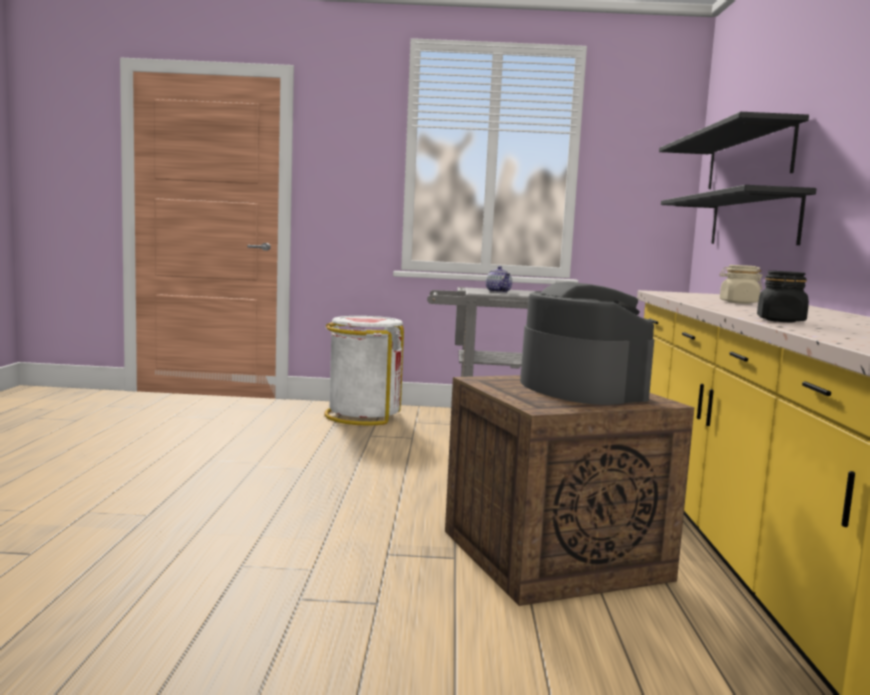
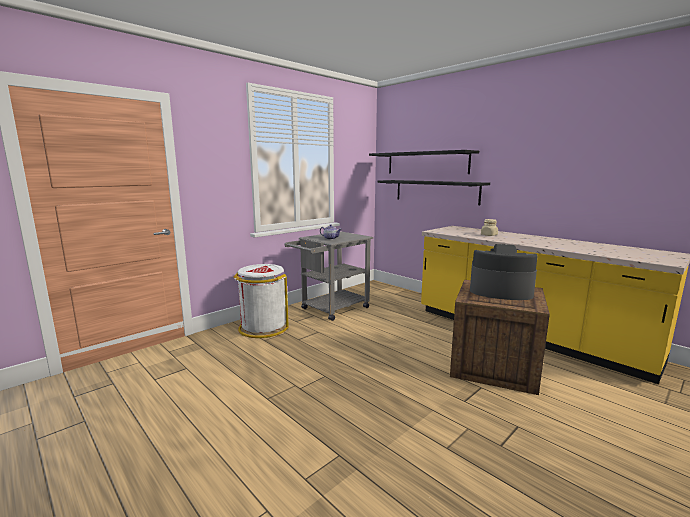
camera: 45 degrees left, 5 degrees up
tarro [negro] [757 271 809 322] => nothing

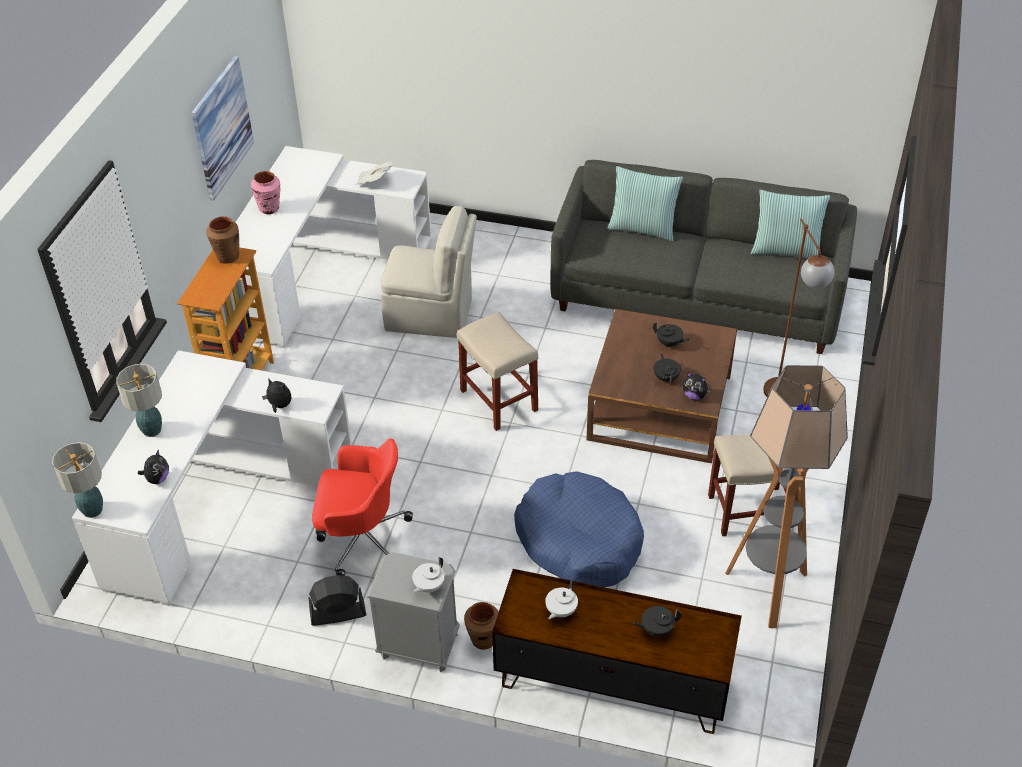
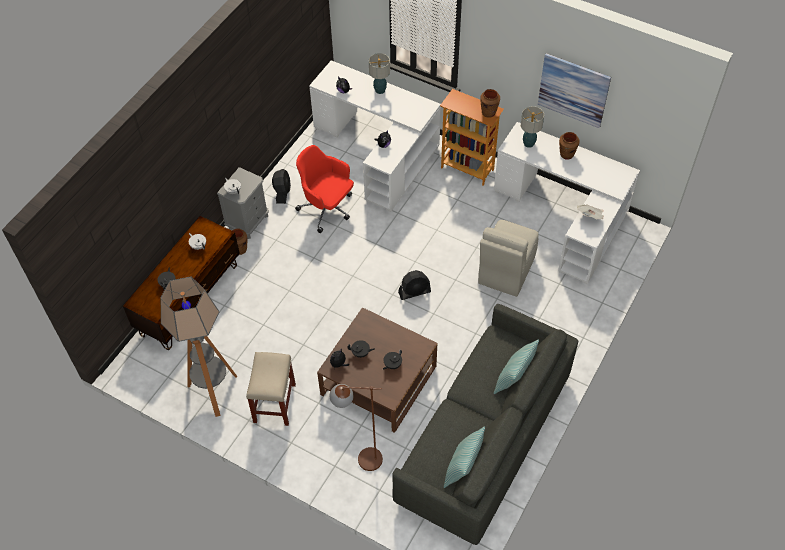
camera: 105 degrees right, 10 degrees up
silla de oficina [rojo] [312 439 413 576] => silla de oficina [rojo] [295 145 354 233], 105 degrees clockwise
taburete [beis] [457 312 538 431] => ventilador [negro] [398 270 431 300]
lámpara de mesa [52 442 103 518] => lámpara de mesa [521 106 544 148], moved
florero [rosa] [251 171 281 214] => florero [marrón] [559 132 579 160]
cama para perro [azul] [514 471 644 587] => nothing

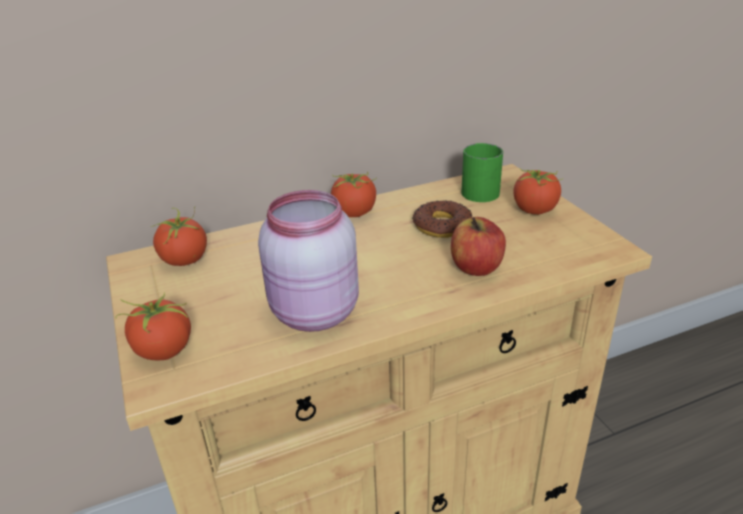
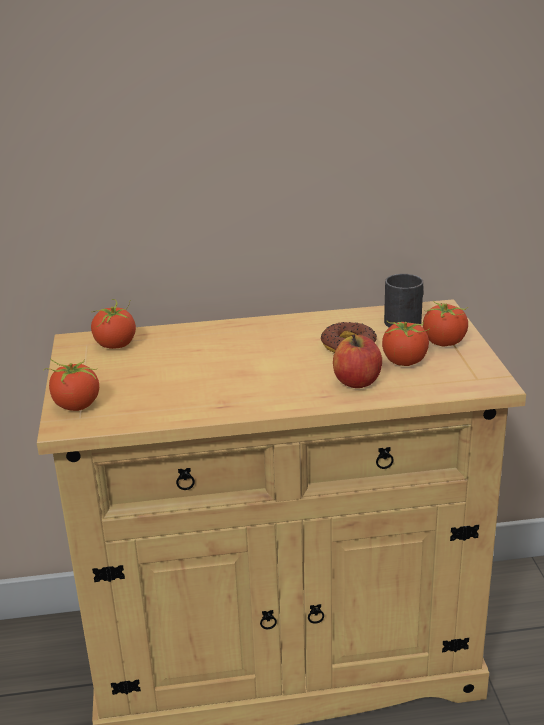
camera: 15 degrees right, 5 degrees down
tomate [331 172 376 217] => tomate [382 321 429 366], moved
taza grande [verde] [461 143 503 202] => taza grande [negro] [384 274 424 327]
tarro [rosa] [258 190 359 332] => nothing

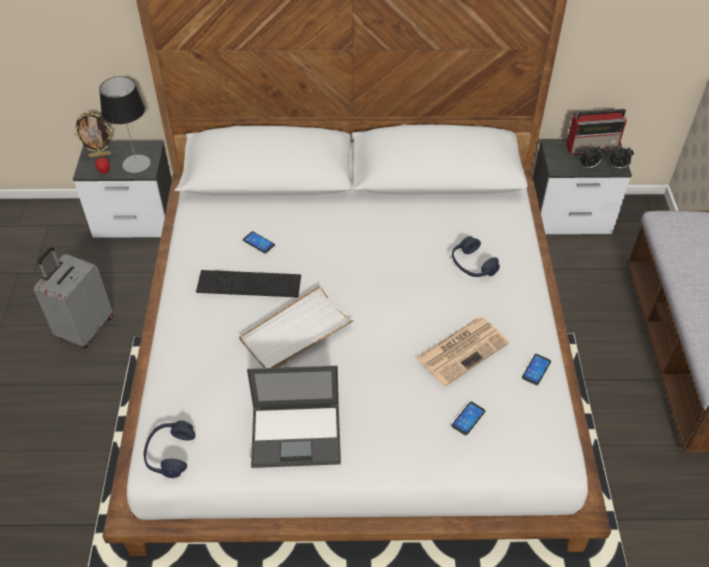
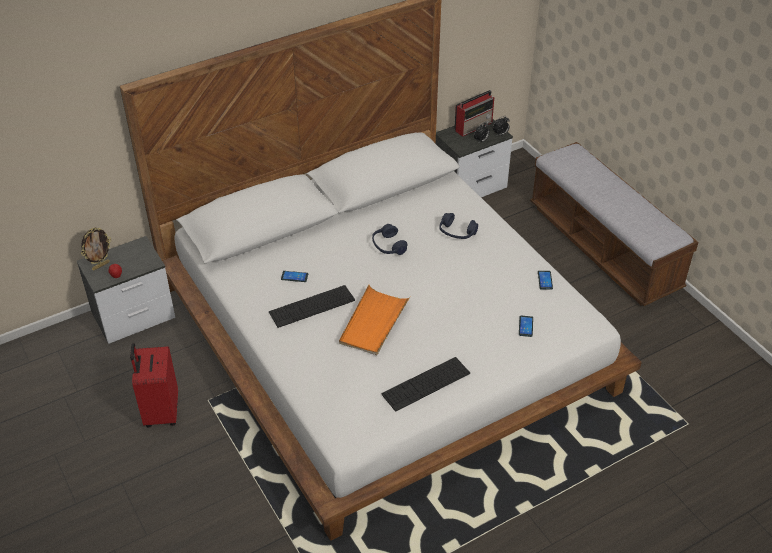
camera: 30 degrees left, 5 degrees down
maleta [gris] [34 247 113 348] => maleta [rojo] [130 343 178 427]
bandeja [blanco] [239 285 355 368] => bandeja [naranja] [339 285 410 355]
auriculares [azul] [144 420 196 478] => auriculares [azul] [372 224 407 255], moved
portátil [247 366 341 468] => teclado [381 357 470 412]
lámpara de mesa [99 77 150 173] => nothing
periódico [416 317 509 386] => nothing

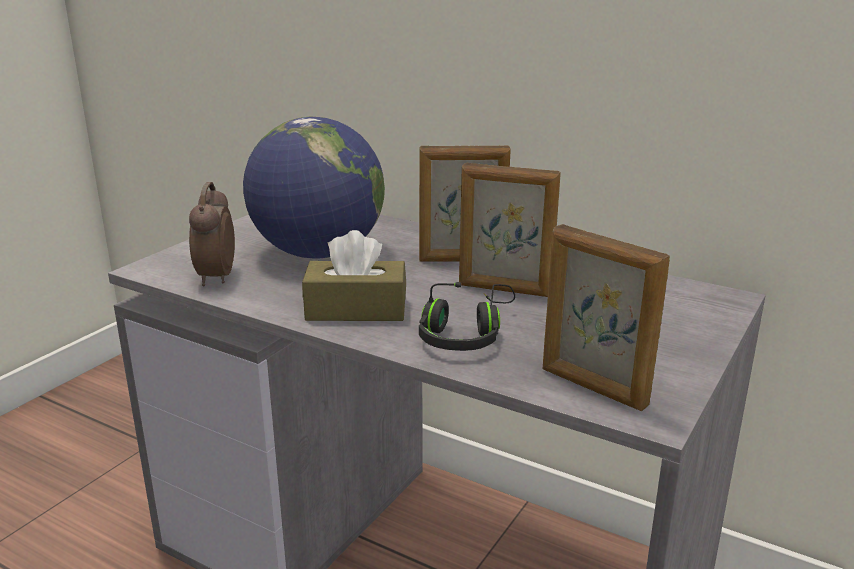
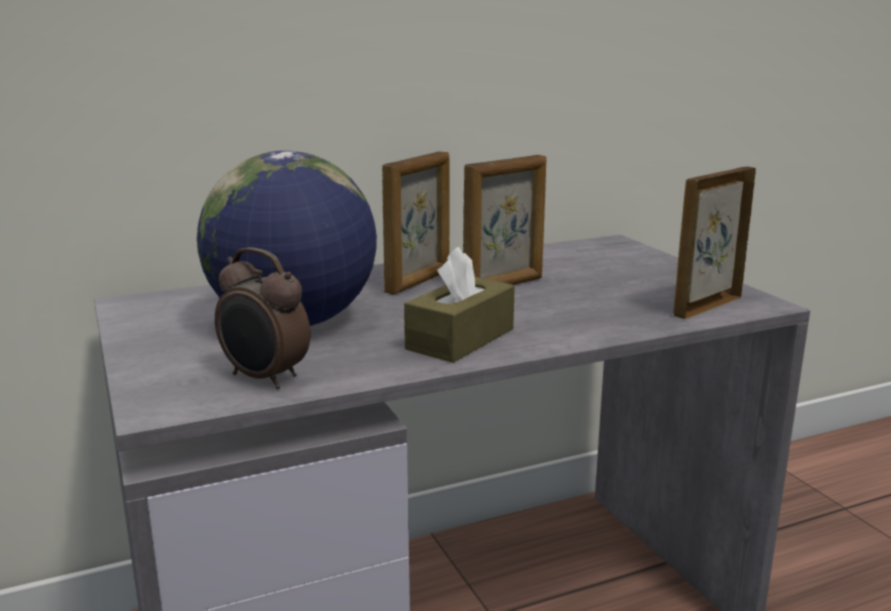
camera: 55 degrees left, 5 degrees down
portarretratos [543 224 670 411] => portarretratos [673 166 756 319], 150 degrees clockwise
auriculares [negro] [419 282 515 351] => nothing

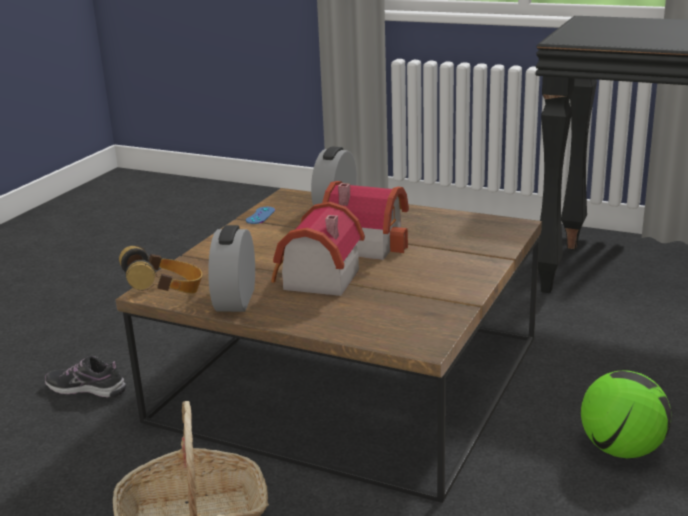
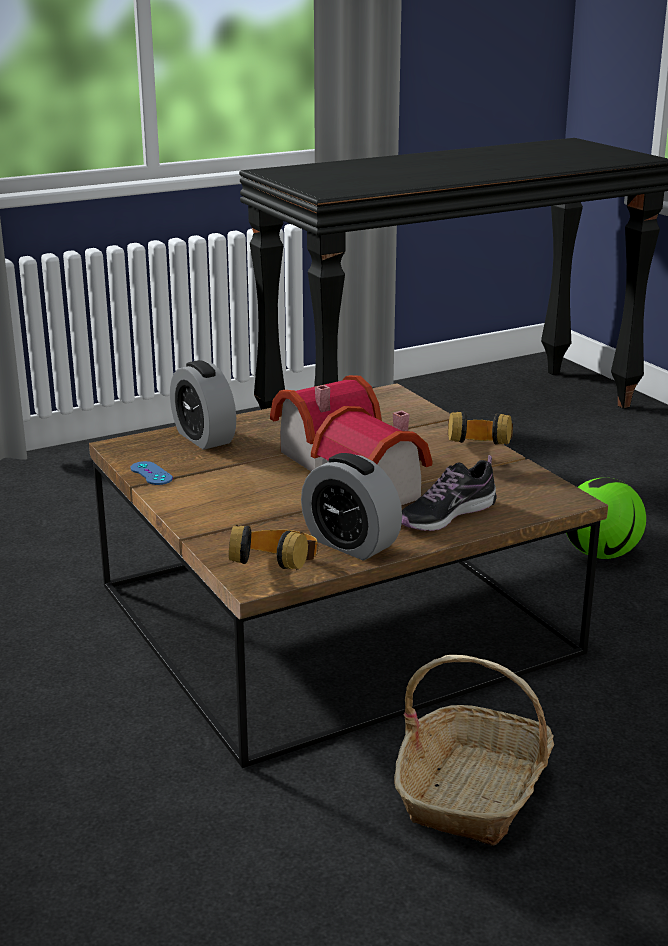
camera: 55 degrees left, 0 degrees up
zapato [45 356 126 398] => zapato [402 455 497 531], moved
nothing => auriculares [448 411 513 445]

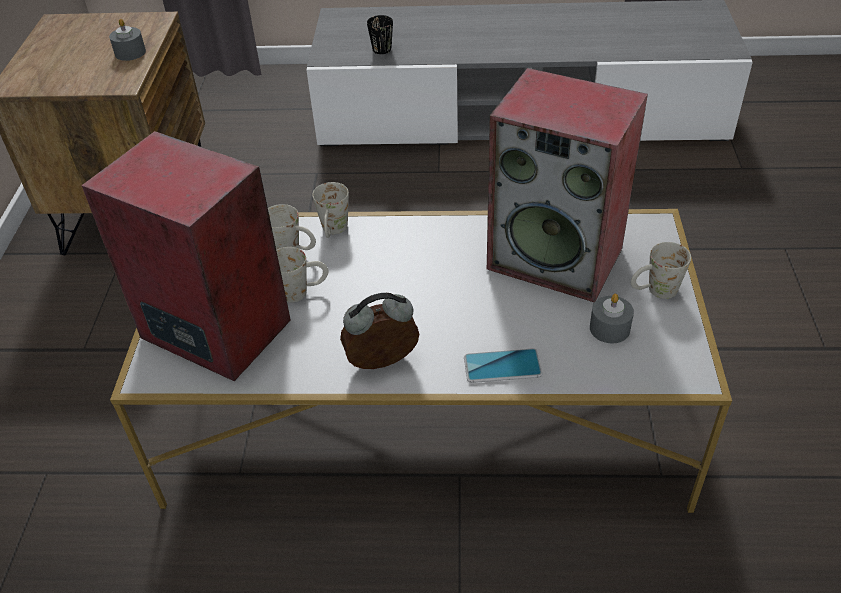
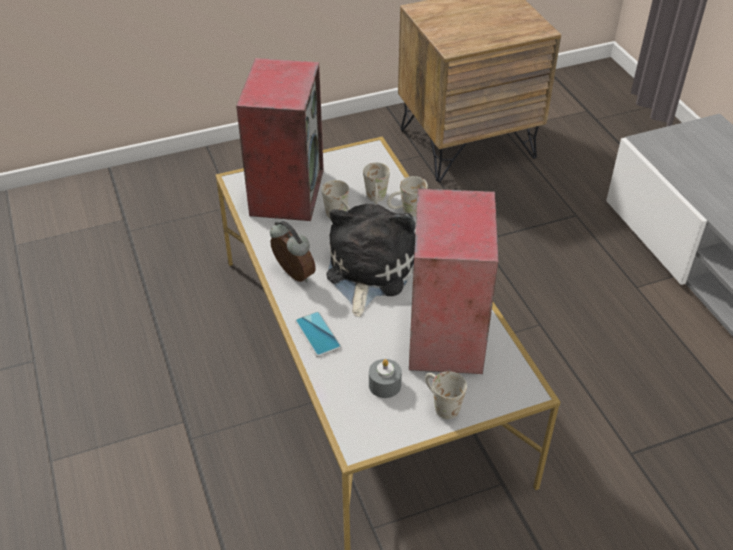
camera: 65 degrees right, 0 degrees up
nothing => peluche [326 204 415 317]
vela [gris] [109 19 146 61] => nothing
taza grande [negro] [367 15 393 54] => nothing

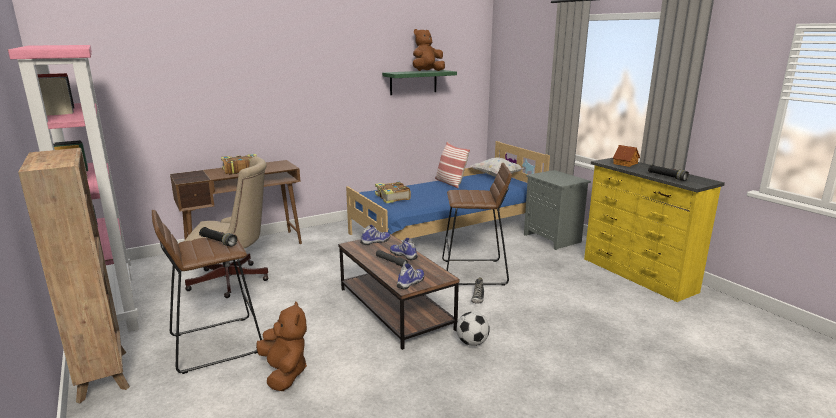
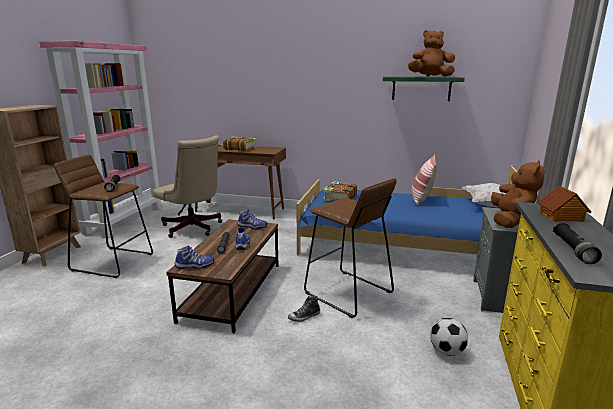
camera: 45 degrees right, 0 degrees up
balón de fútbol [456 312 490 346] => balón de fútbol [430 318 468 356], moved
peluche [marrón] [256 301 307 391] => peluche [marrón] [491 160 544 228], moved

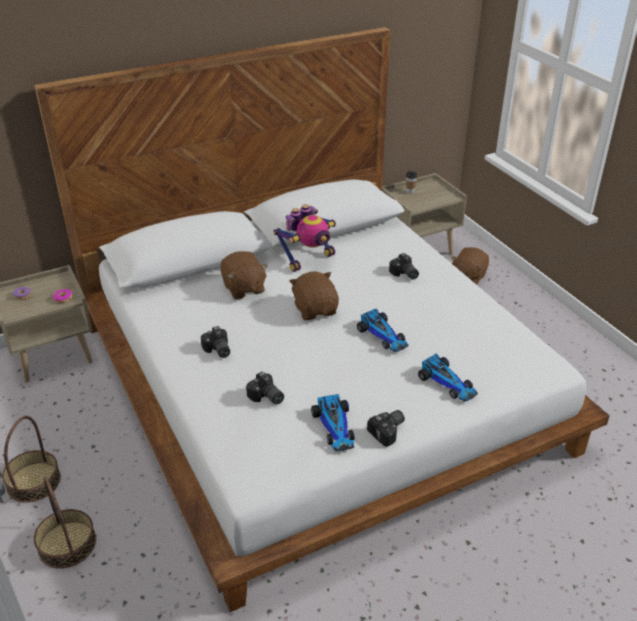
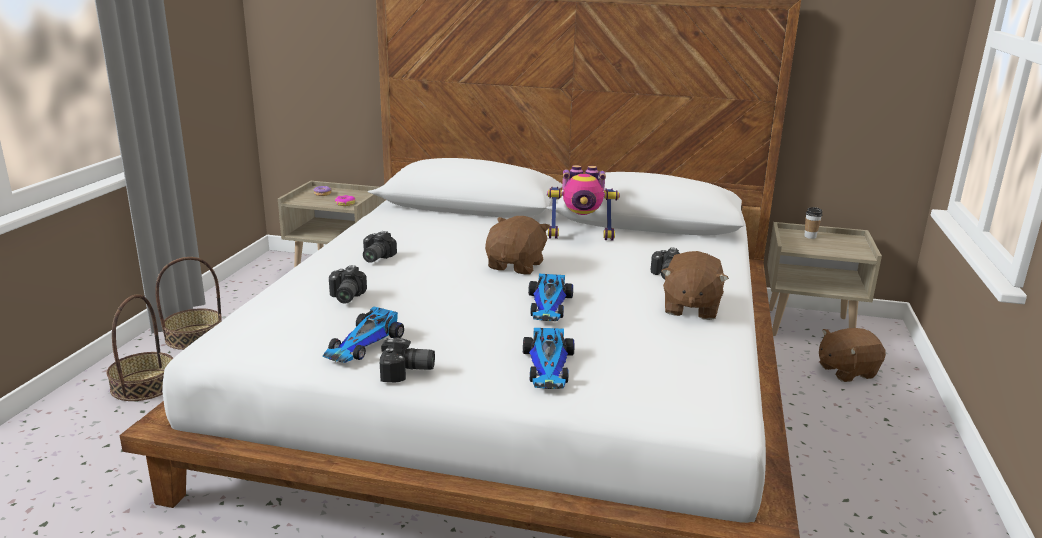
camera: 40 degrees right, 15 degrees down
peluche [marrón] [220 251 268 300] => peluche [marrón] [662 251 729 320], moved

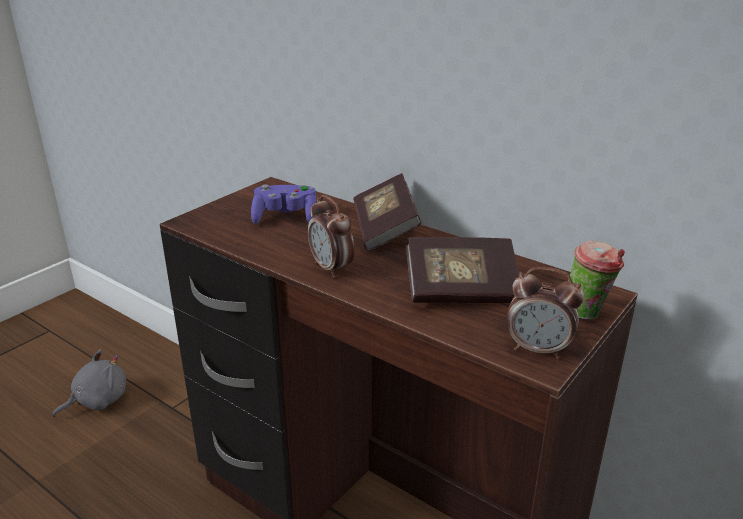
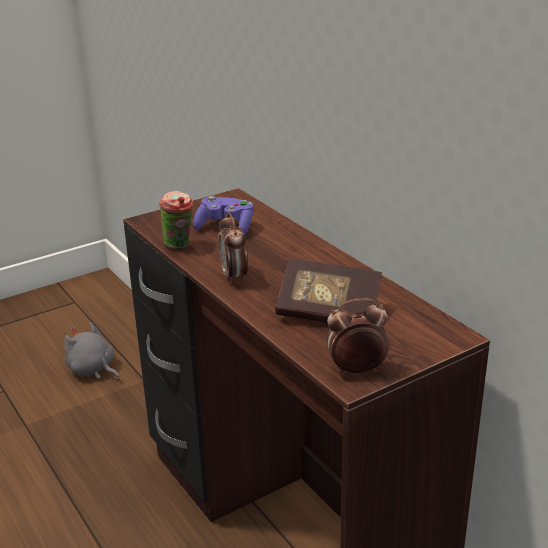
camera: 20 degrees right, 0 degrees up
peluche [gris] [53 349 126 417] => peluche [gris] [65 322 120 380], 120 degrees counterclockwise
taza [568 240 625 320] => taza [159 191 194 248], moved
despertador [507 267 584 359] => despertador [327 298 389 375], 135 degrees clockwise
libro [353 173 422 251] => nothing

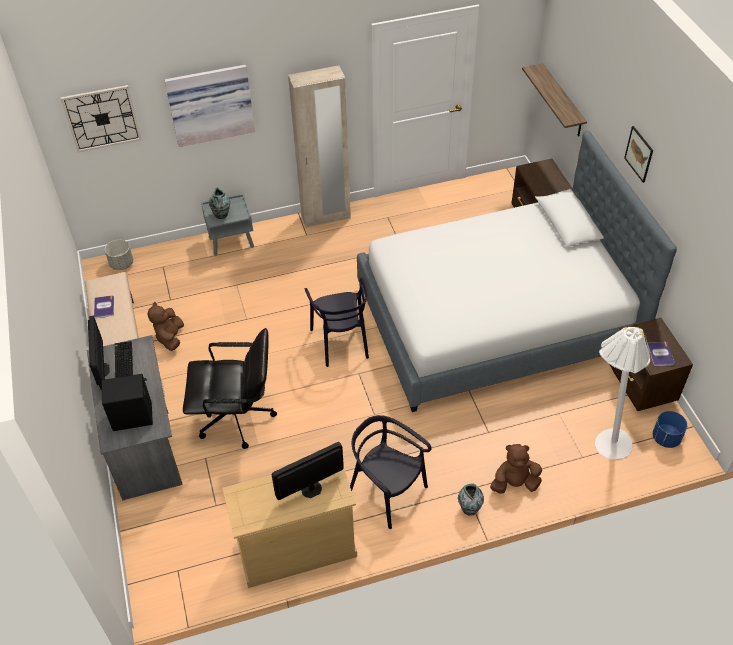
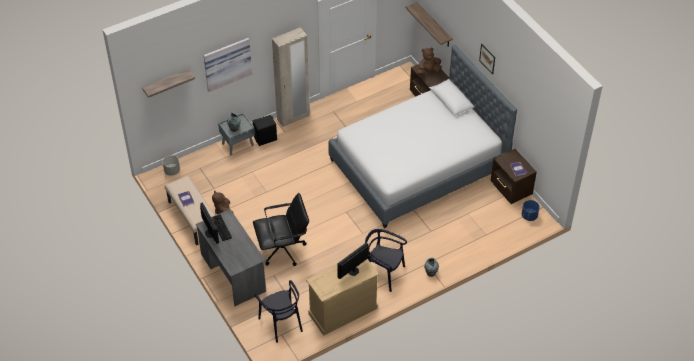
camera: 15 degrees left, 0 degrees up
reloj de pared [61 85 141 152] => estante [142 69 195 98]
altavoz [negro] [102 374 153 431] => altavoz [negro] [253 115 277 146], moved
silla [negro] [305 277 369 367] => silla [negro] [255 280 303 343], moved
peluche [marrón] [490 444 542 494] => peluche [marrón] [417 48 442 76], moved
lámpara de pie [blanco] [595 327 650 460] => nothing

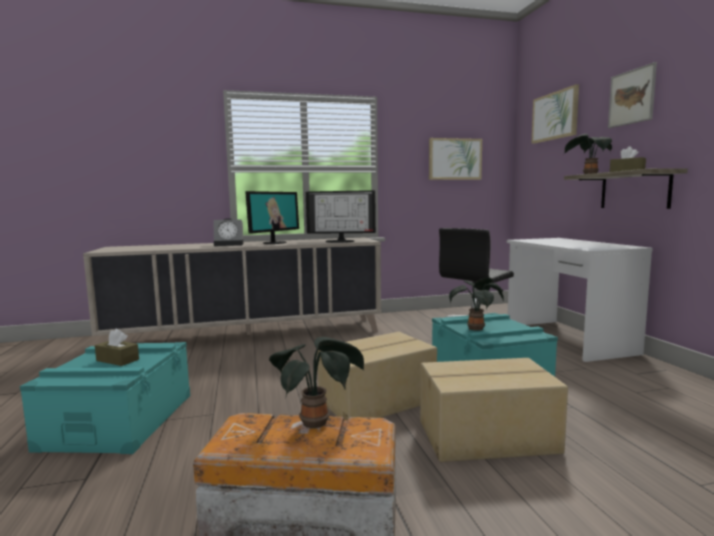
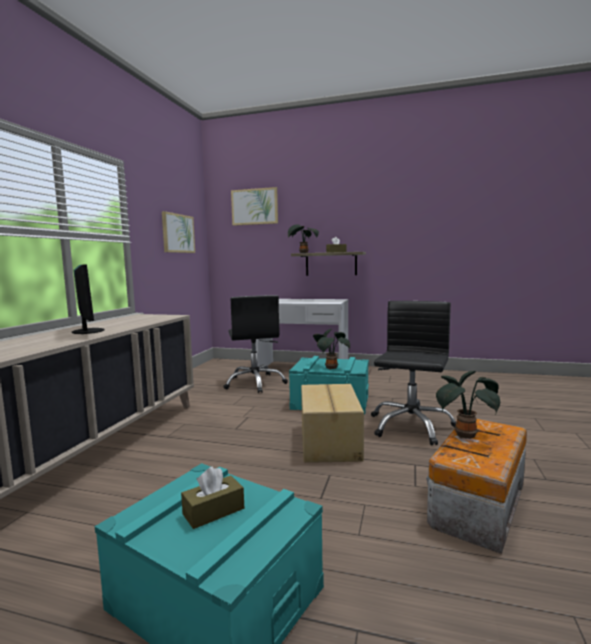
camera: 60 degrees left, 0 degrees up
caja de cartón [420 358 568 462] => silla de oficina [negro] [371 301 456 445]
despertador [213 218 244 246] => nothing
monitor [306 190 376 243] => nothing
cuadro [608 62 657 128] => nothing

